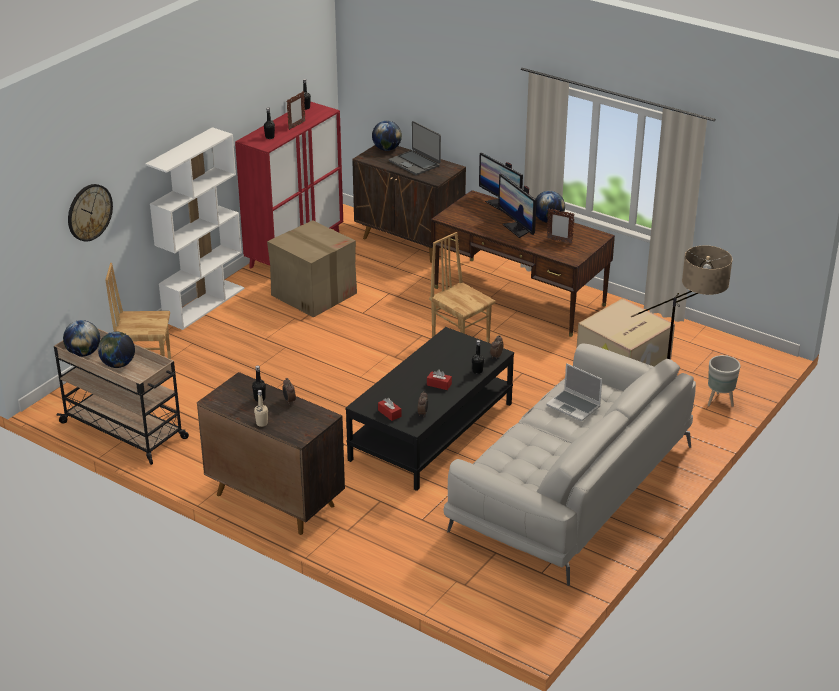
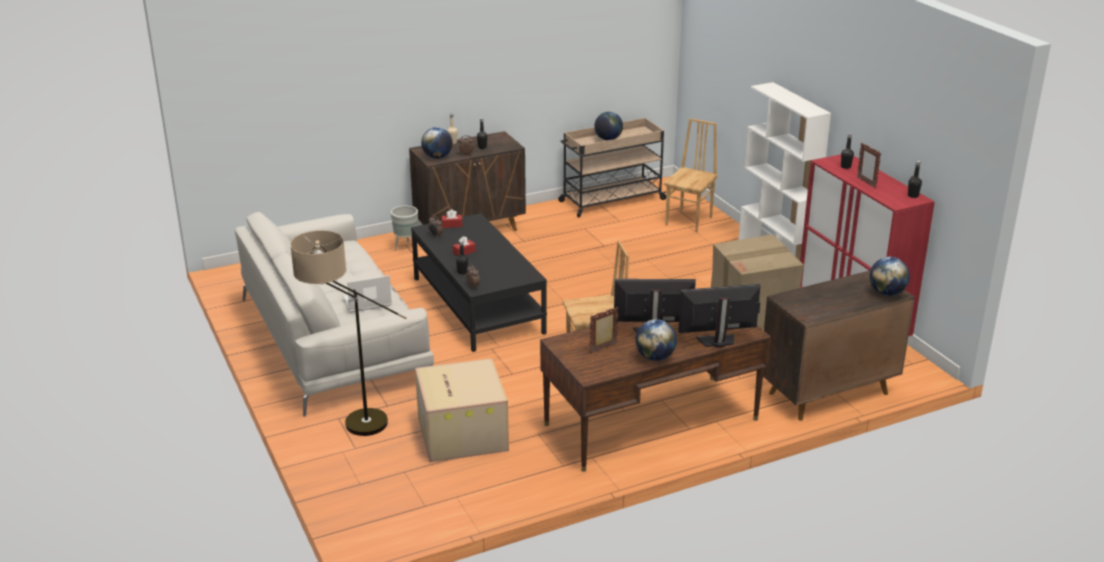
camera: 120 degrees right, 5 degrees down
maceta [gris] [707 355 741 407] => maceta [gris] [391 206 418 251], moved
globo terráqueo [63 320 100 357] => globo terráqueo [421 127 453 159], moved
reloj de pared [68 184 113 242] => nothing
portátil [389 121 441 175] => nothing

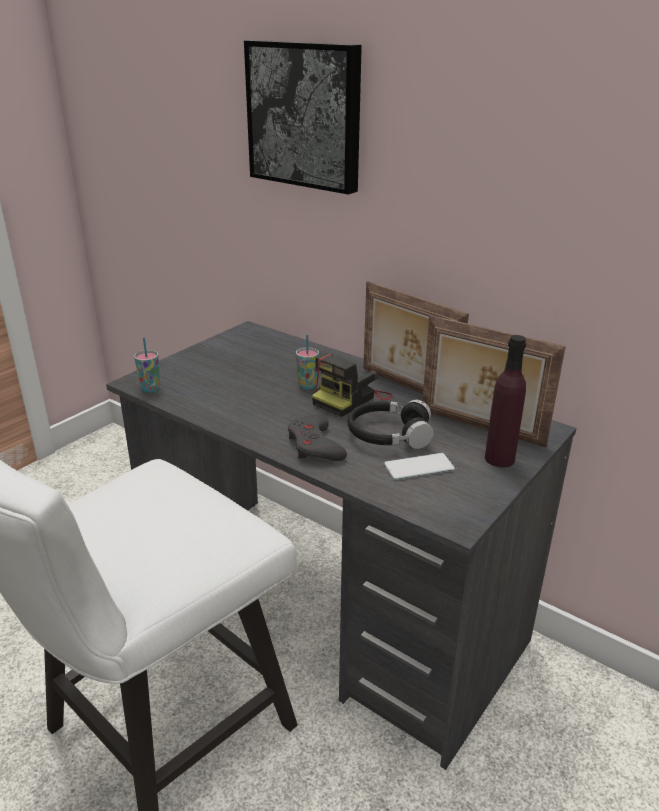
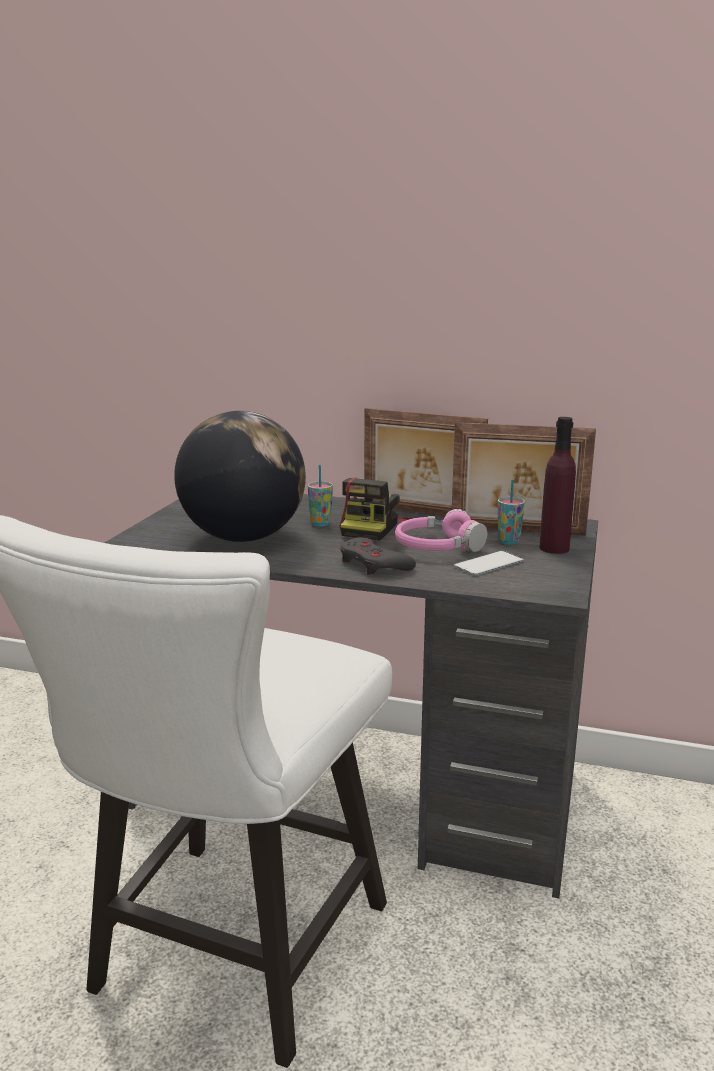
camera: 20 degrees left, 10 degrees down
nothing => globo terráqueo [174 411 306 542]
auriculares [negro] [348 400 434 449] => auriculares [rosa] [395 509 487 552]
taza [134 337 160 393] => taza [498 479 525 545], moved
cuadro [244 40 362 195] => nothing

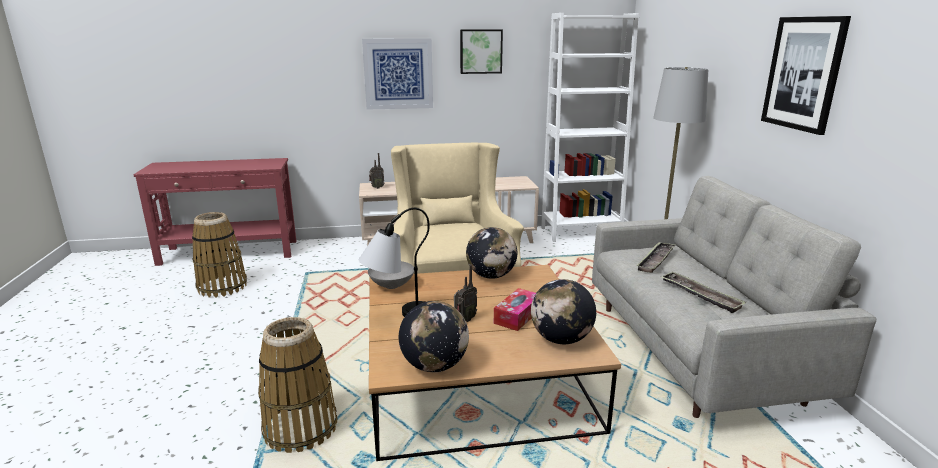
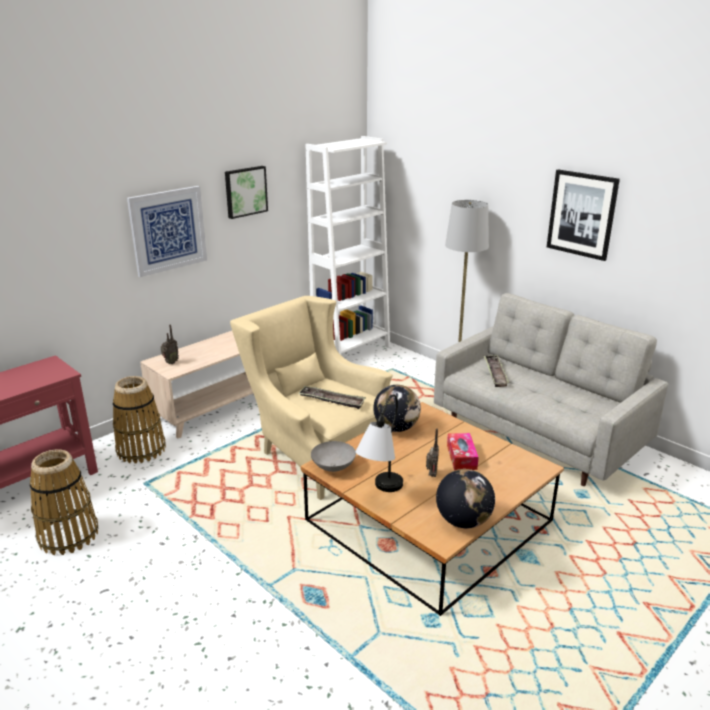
camera: 35 degrees left, 5 degrees up
cesta [258 317 337 453] => cesta [113 376 166 464], moved
bandeja [661 271 746 313] => bandeja [298 386 365 409], moved
globo terráqueo [531 279 596 344] => nothing

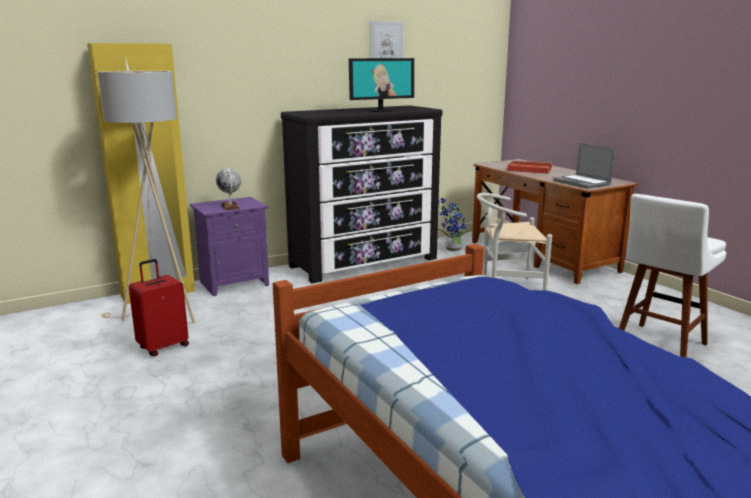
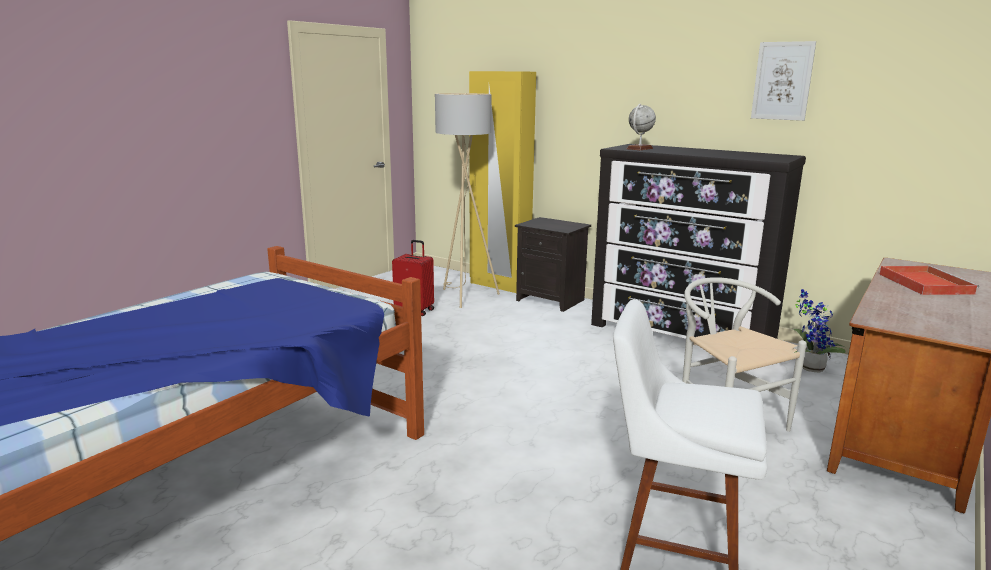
camera: 65 degrees right, 0 degrees up
mesita de noche [morado] [190 197 269 296] => mesita de noche [negro] [515 217 591 312]
globo terráqueo [216 168 241 210] => globo terráqueo [626 104 656 150], moved
monitor [349 58 414 112] => nothing
portátil [553 143 615 188] => nothing

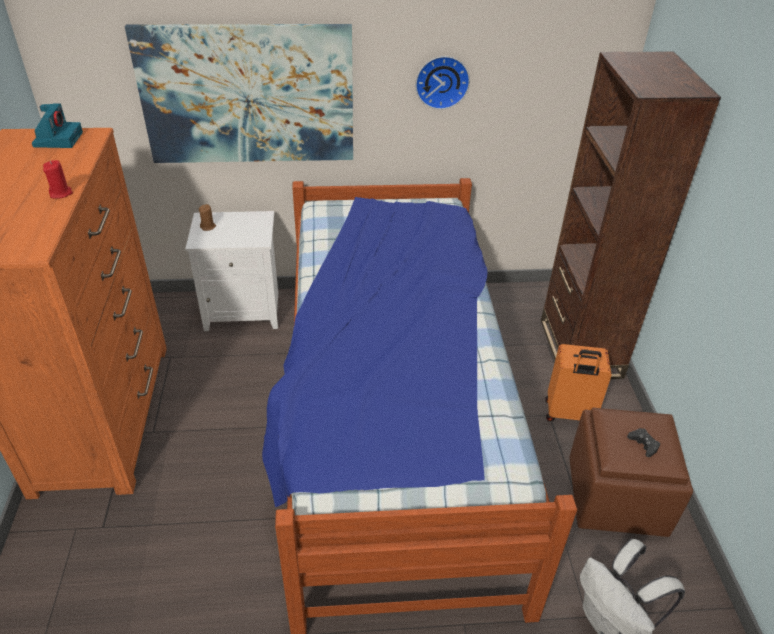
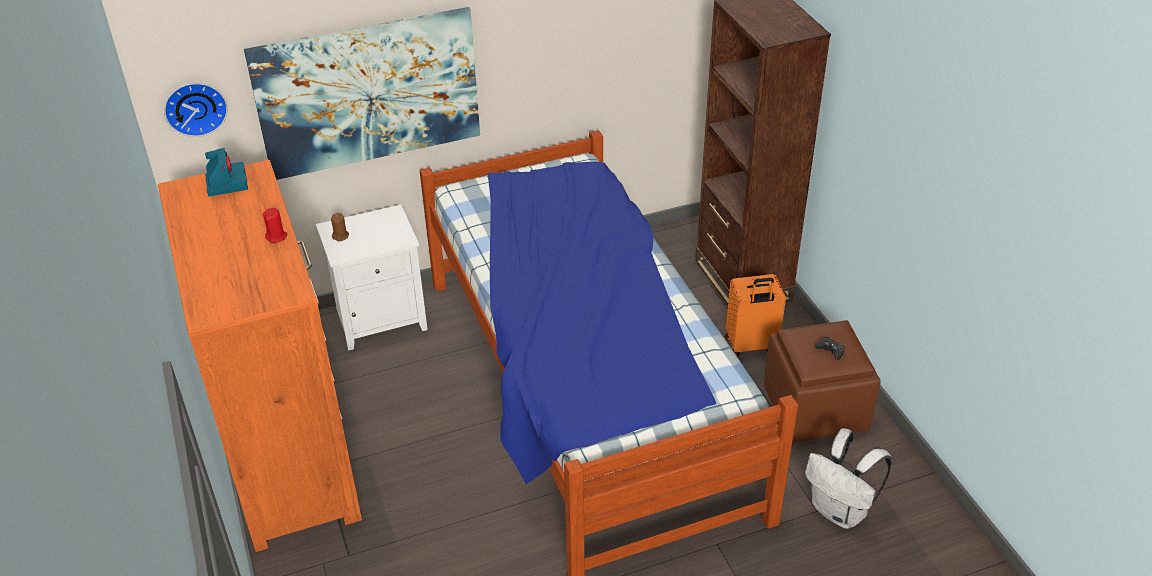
camera: 15 degrees left, 0 degrees up
reloj de pared [415 56 470 110] => reloj de pared [164 83 228 137], moved

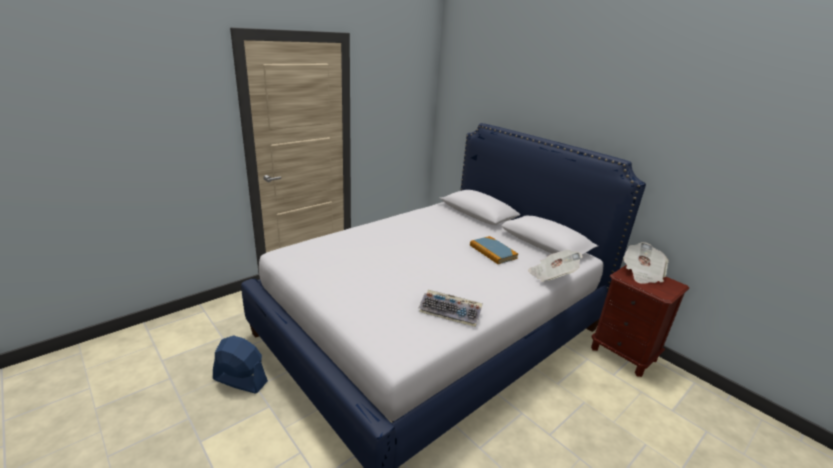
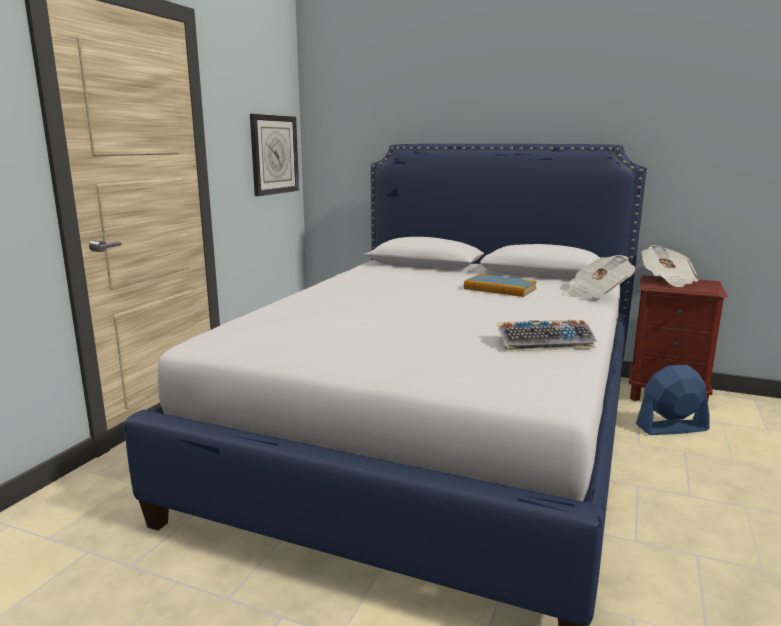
camera: 25 degrees left, 10 degrees down
nothing => reloj de pared [250 114 299 196]
ventilador [azul] [213 335 268 394] => ventilador [azul] [636 365 709 435], moved

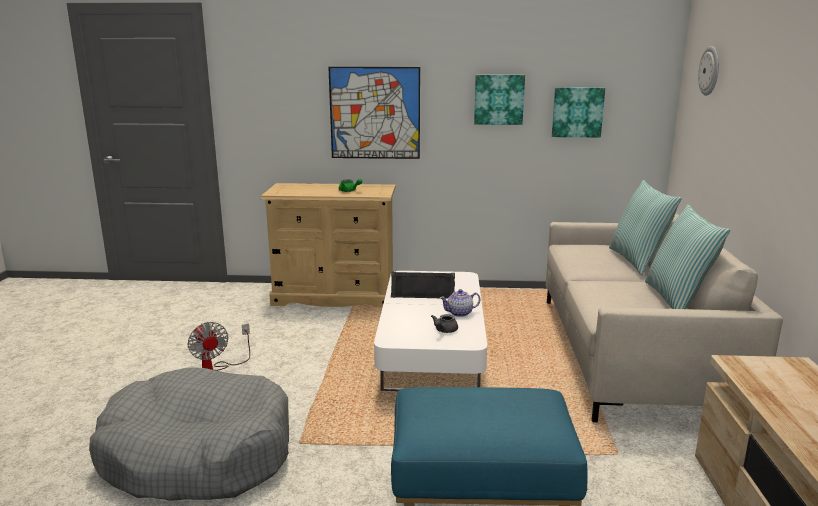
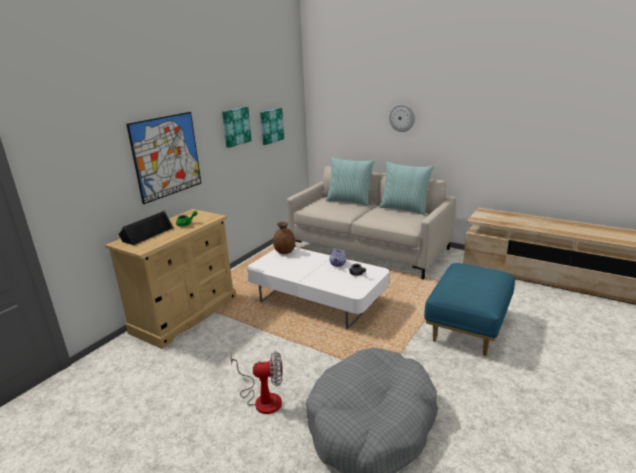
camera: 60 degrees left, 5 degrees up
altavoz [negro] [391 272 455 299] => altavoz [negro] [119 210 173 245], moved
nothing => florero [marrón] [273 221 295 254]
reloj de pared [698 46 719 96] => reloj de pared [389 104 415 132], moved

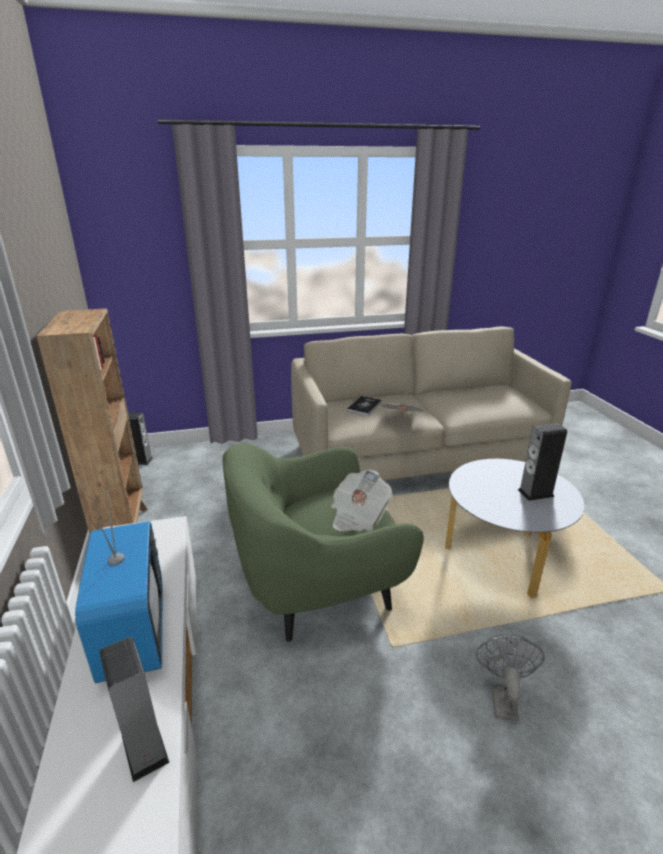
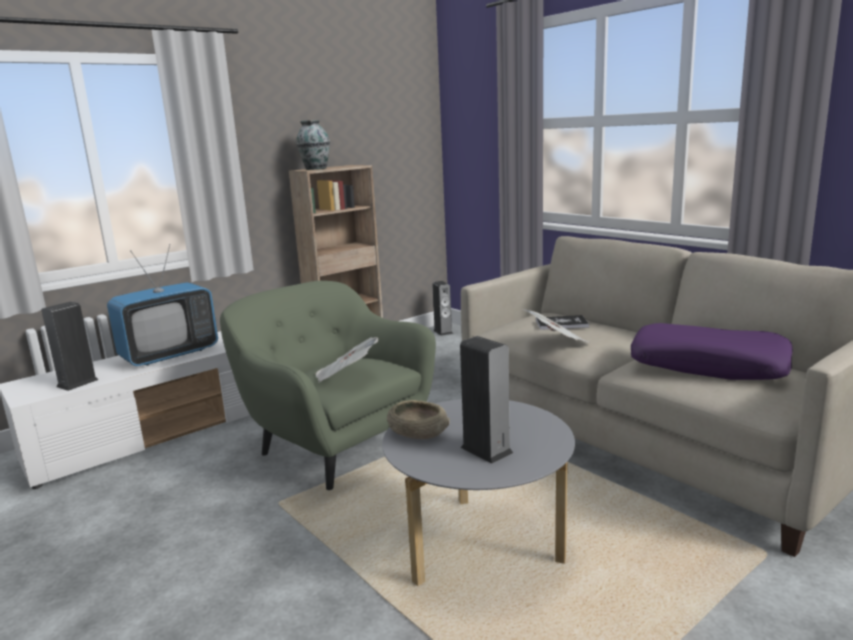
camera: 65 degrees right, 10 degrees down
nothing => florero [296 120 330 170]
nothing => cuenco [beis] [387 400 450 439]
nothing => cojín [morado] [631 323 793 380]
ventilador [gris] [476 634 545 721] => nothing

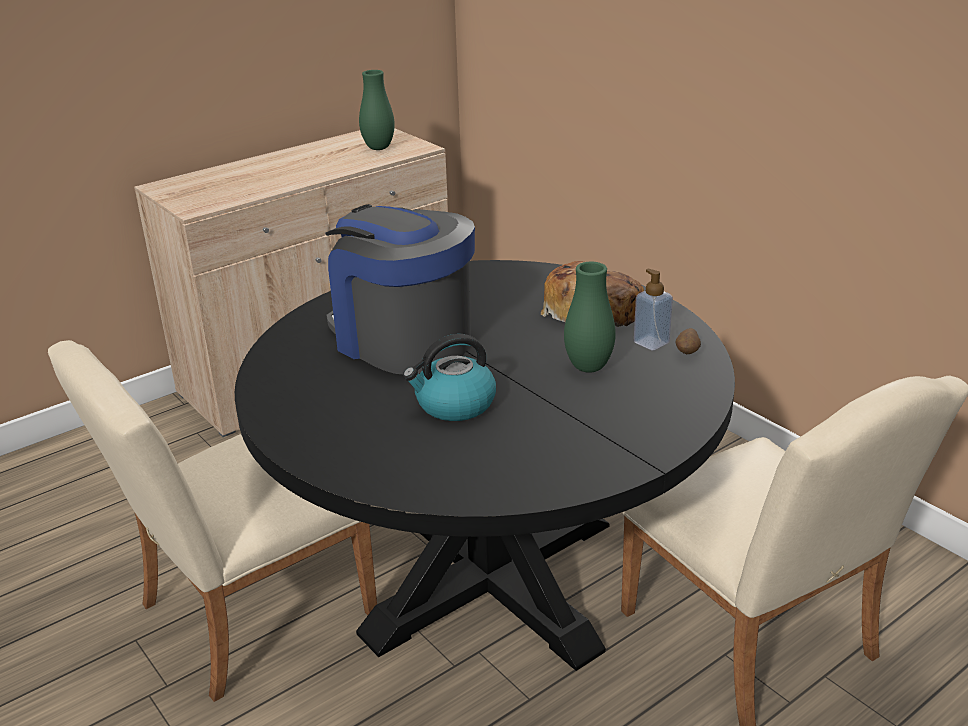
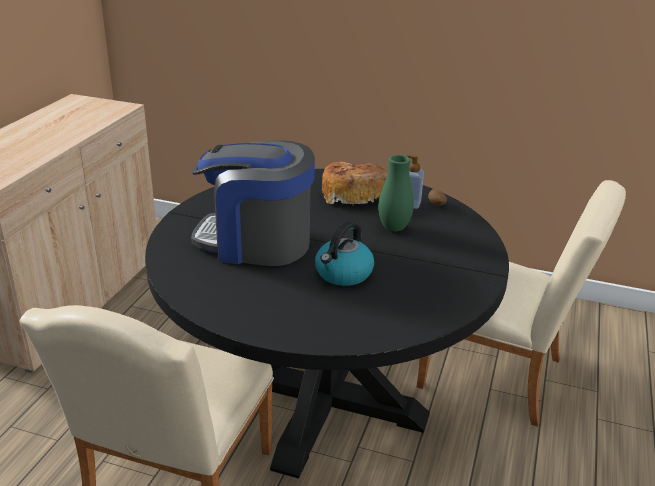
camera: 35 degrees left, 0 degrees up
florero [verde] [359 70 395 150] => nothing

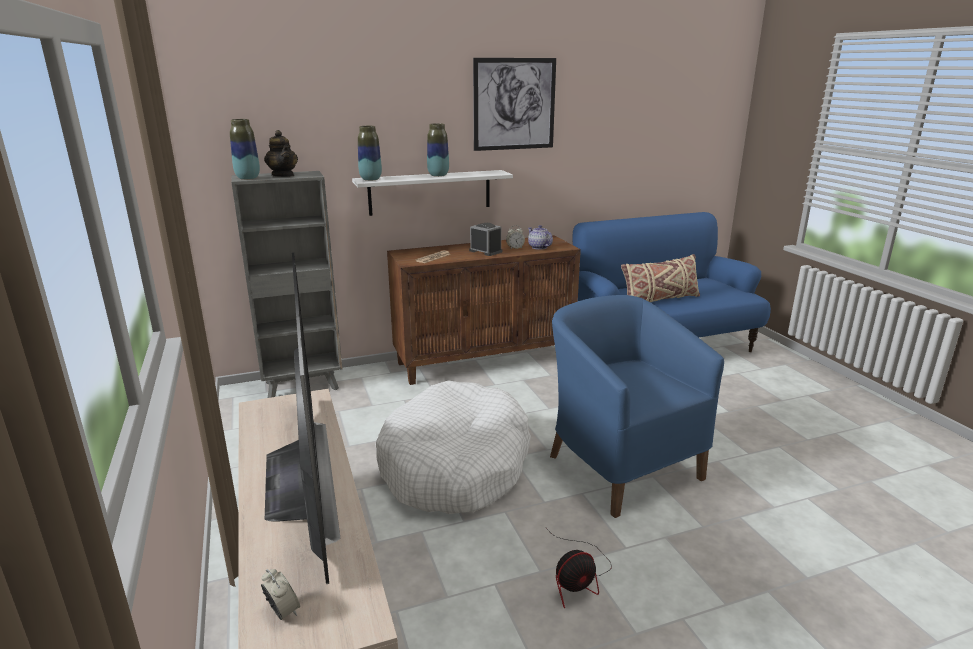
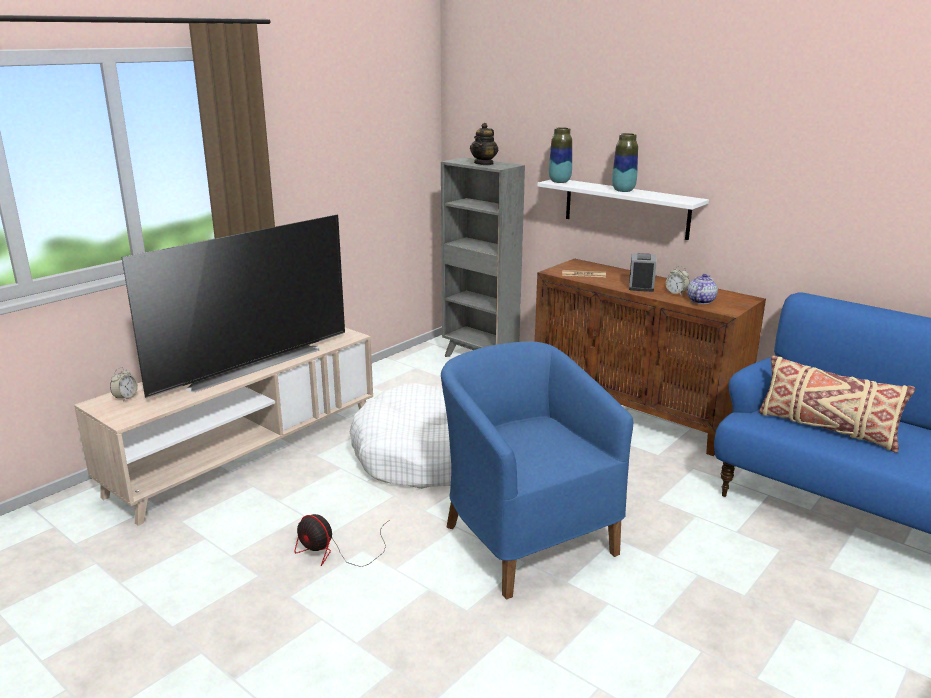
camera: 60 degrees right, 0 degrees up
sillón [azul] [550 295 724 518] => sillón [azul] [441 341 633 599], 60 degrees counterclockwise
florero [230 119 260 180] => nothing
cuadro [473 58 556 151] => nothing

